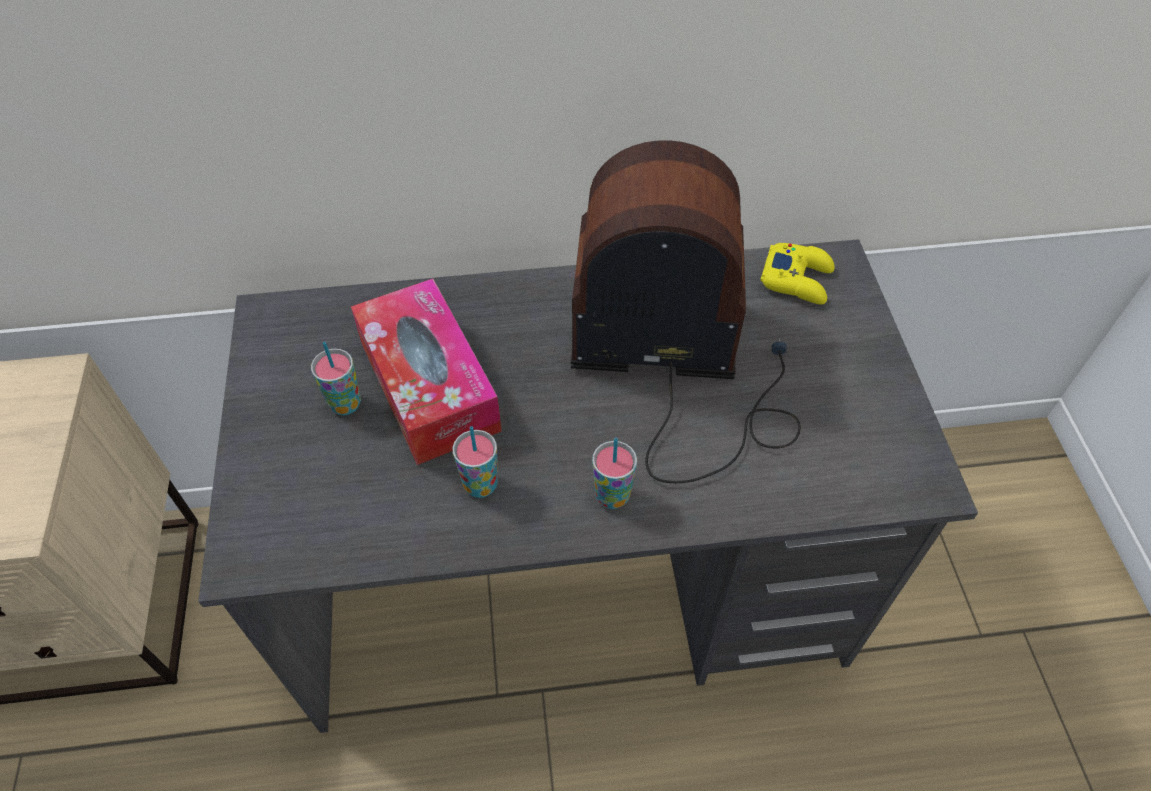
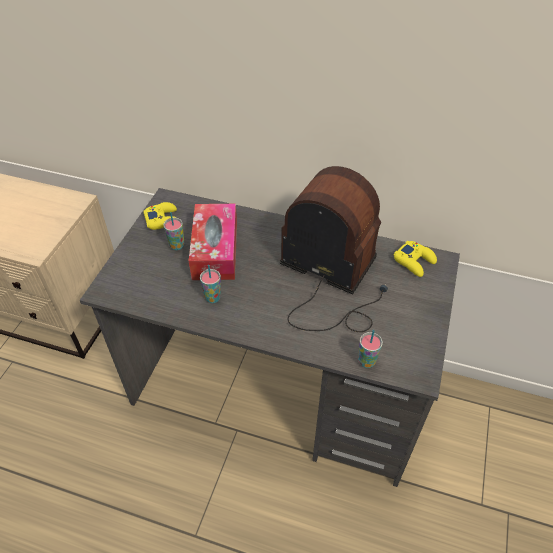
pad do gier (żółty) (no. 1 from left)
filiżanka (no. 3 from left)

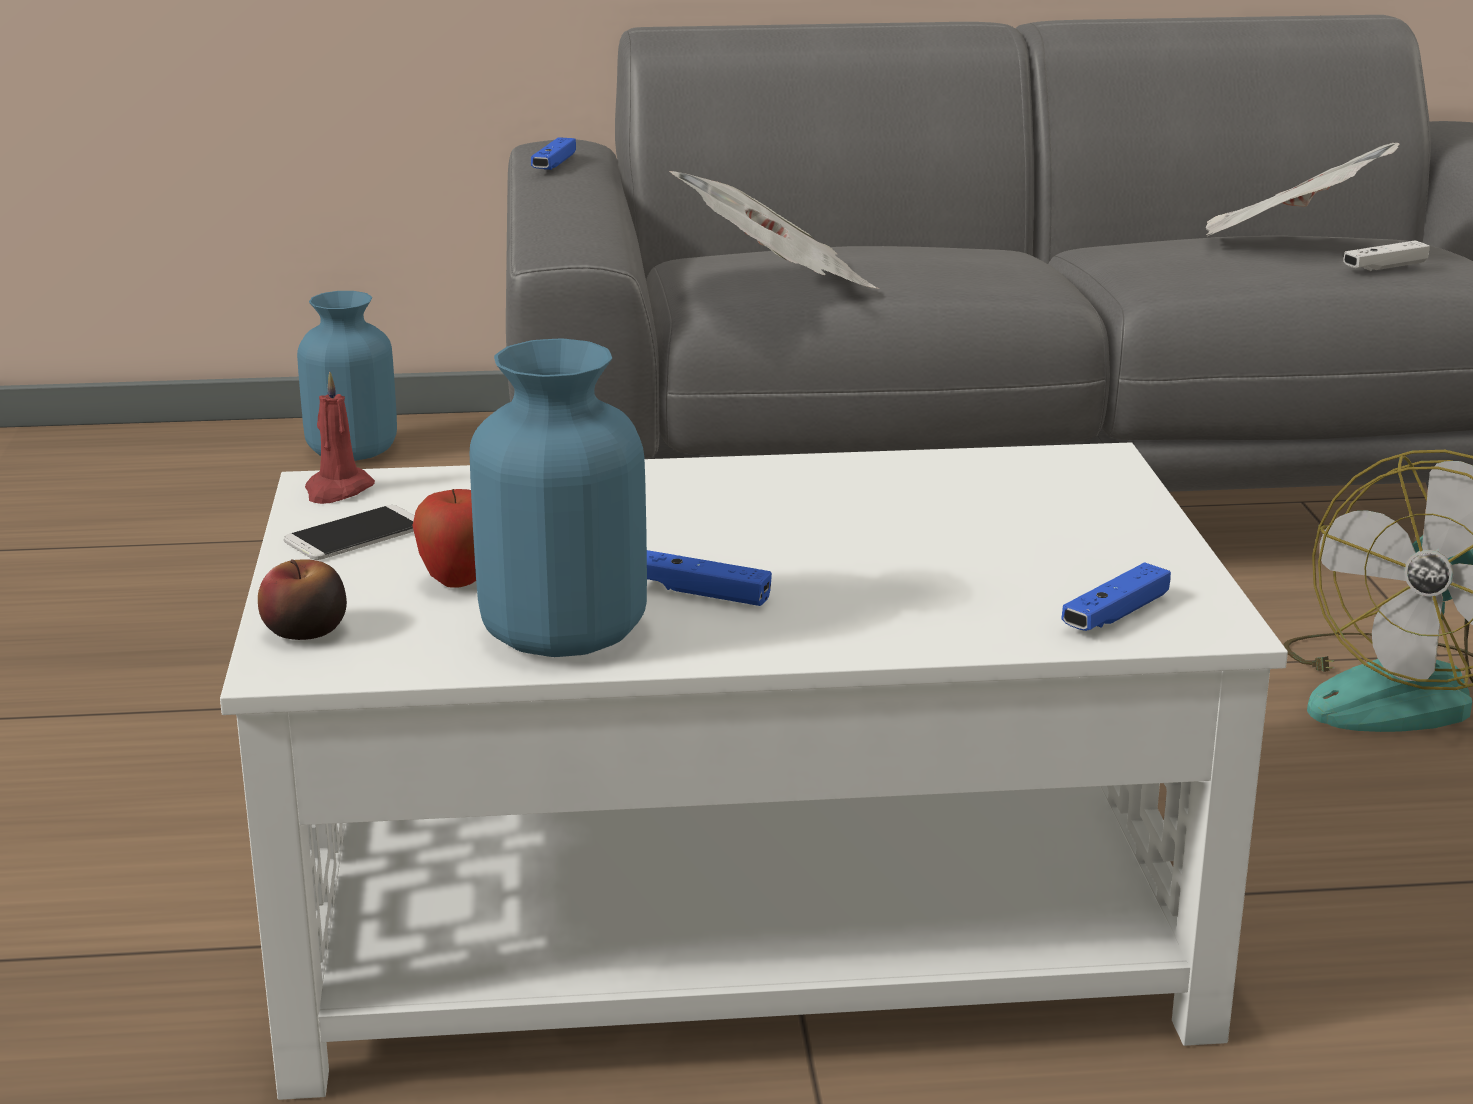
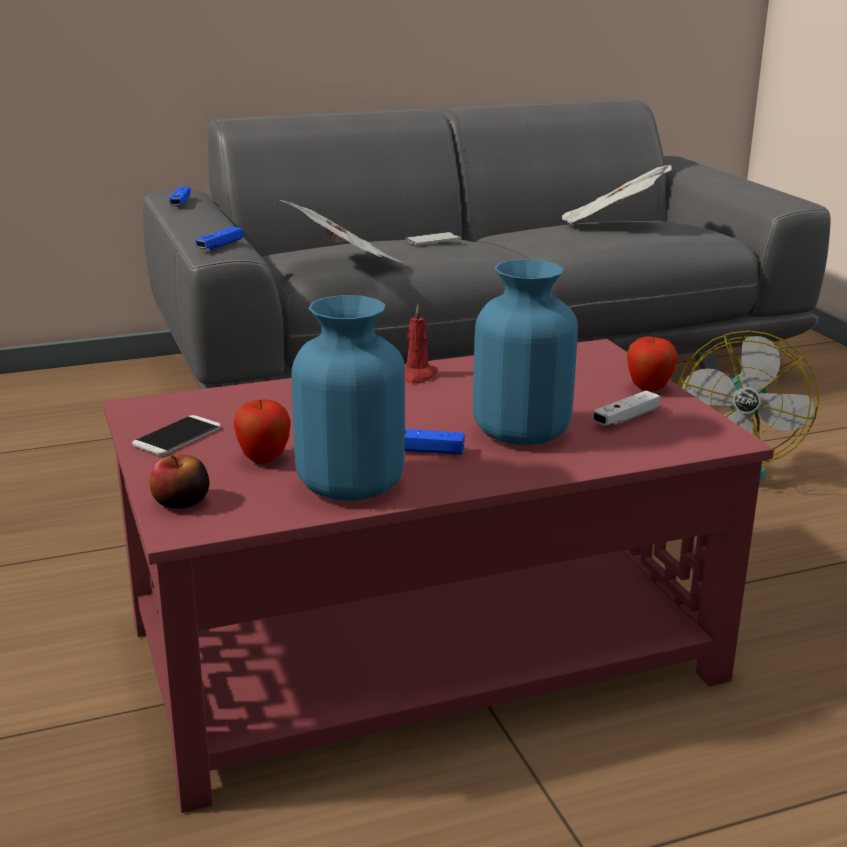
ława (czerwony)
pad do gier (niebieski) (no. 2 from left)
świeca (czerwony)
telefon (no. 2 from left)
wazon (niebieski) (no. 2 from left)
pad do gier (biały)
jabłko (no. 3 from left)

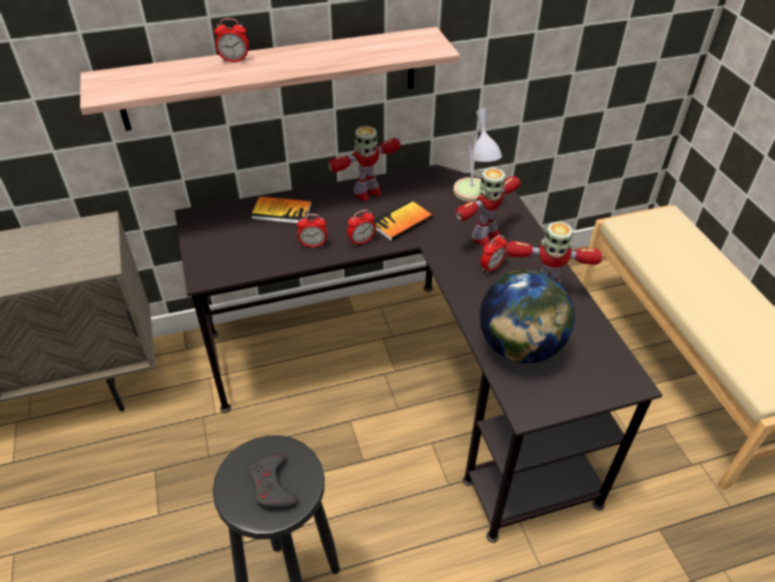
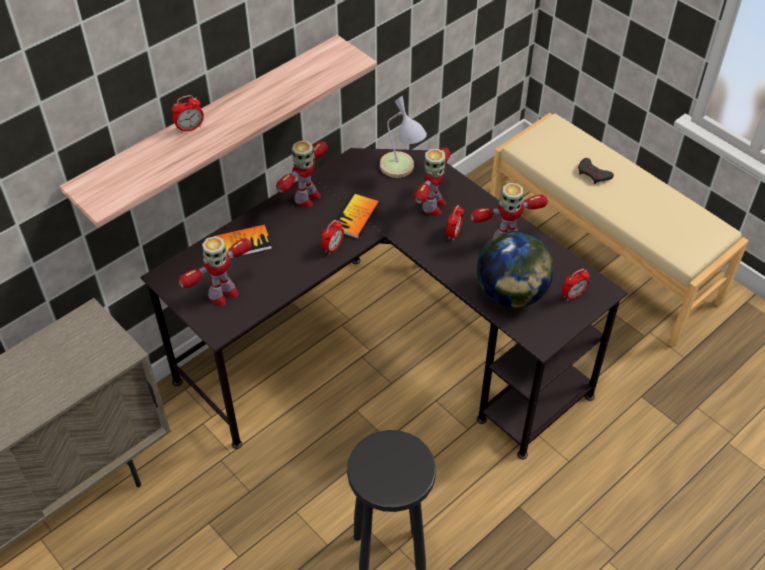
robot zabawkowy (no. 1 from left)
budzik (no. 4 from left)
pad do gier (szary)

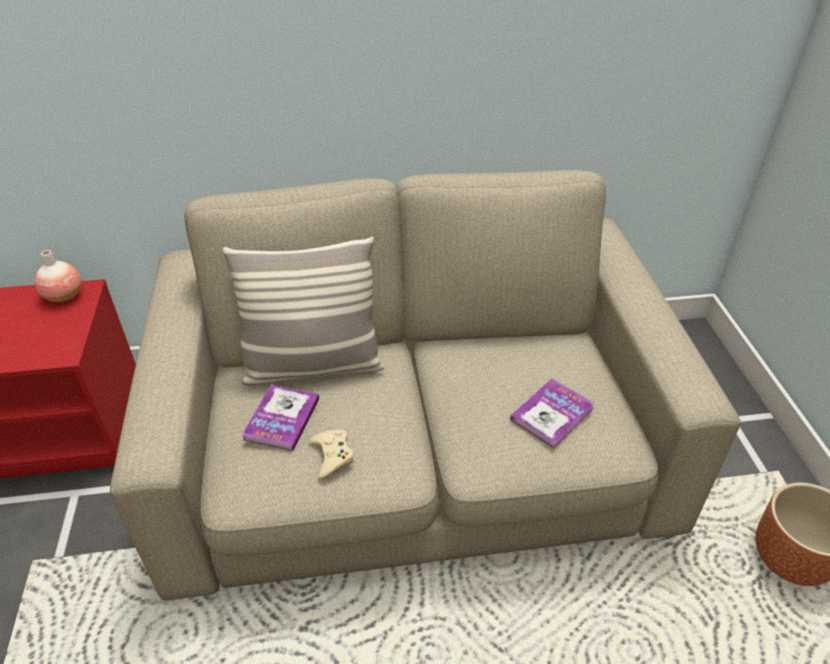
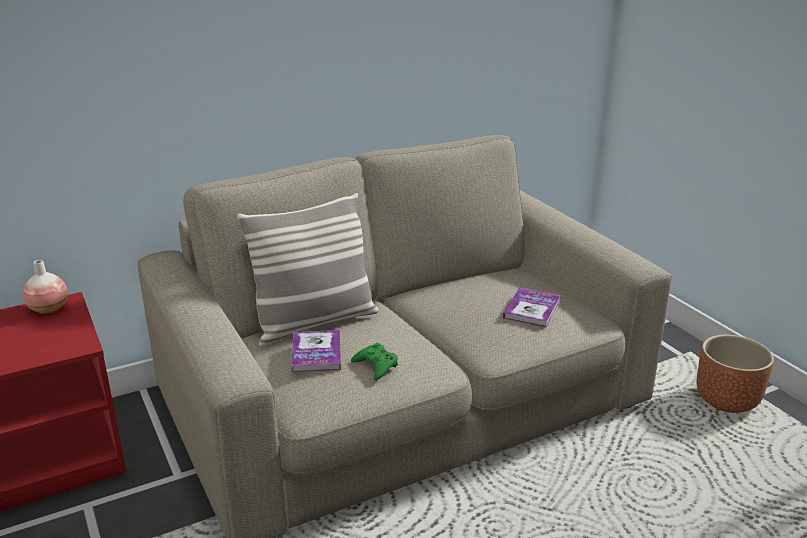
pad do gier (zielony)

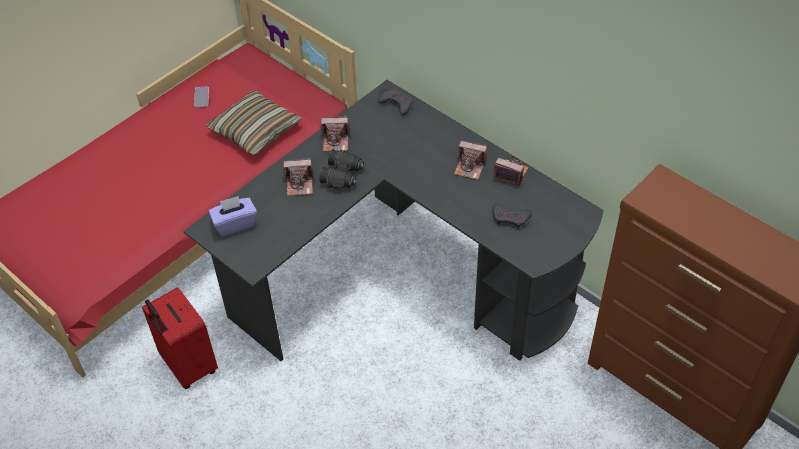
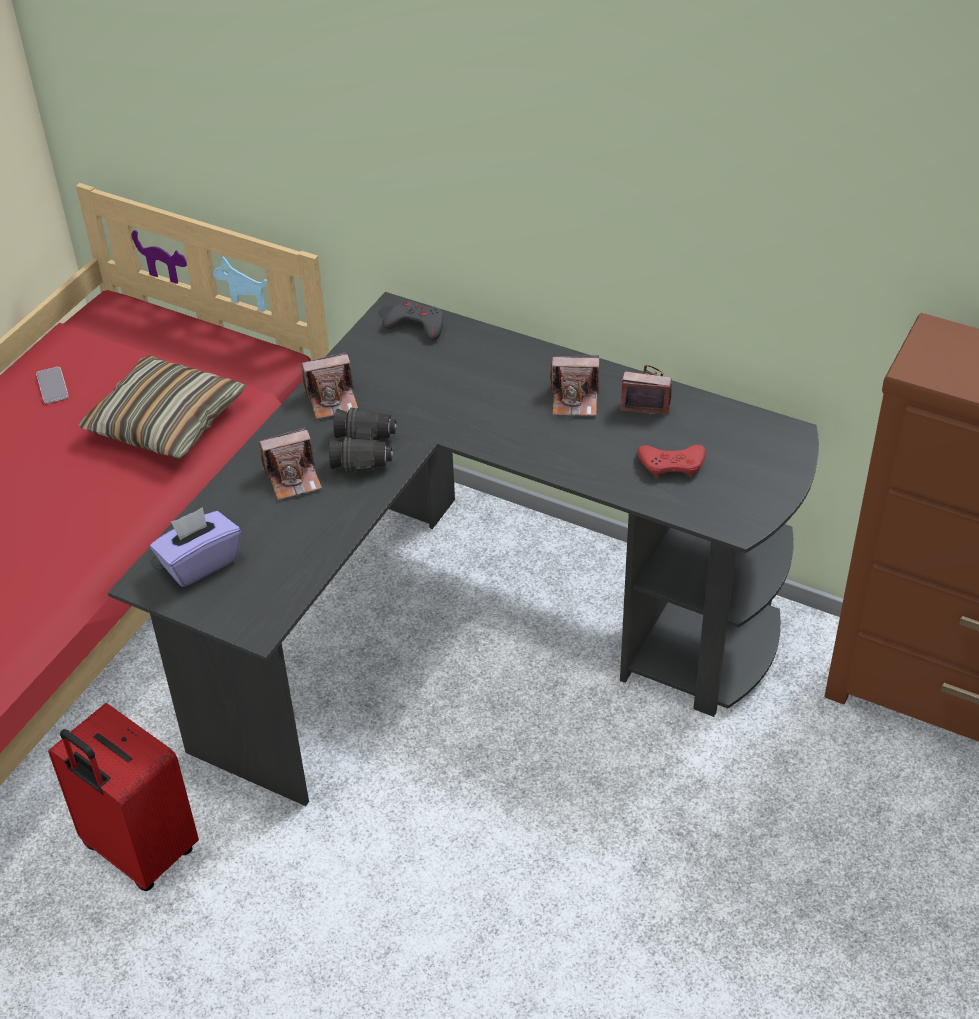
pad do gier (czerwony)

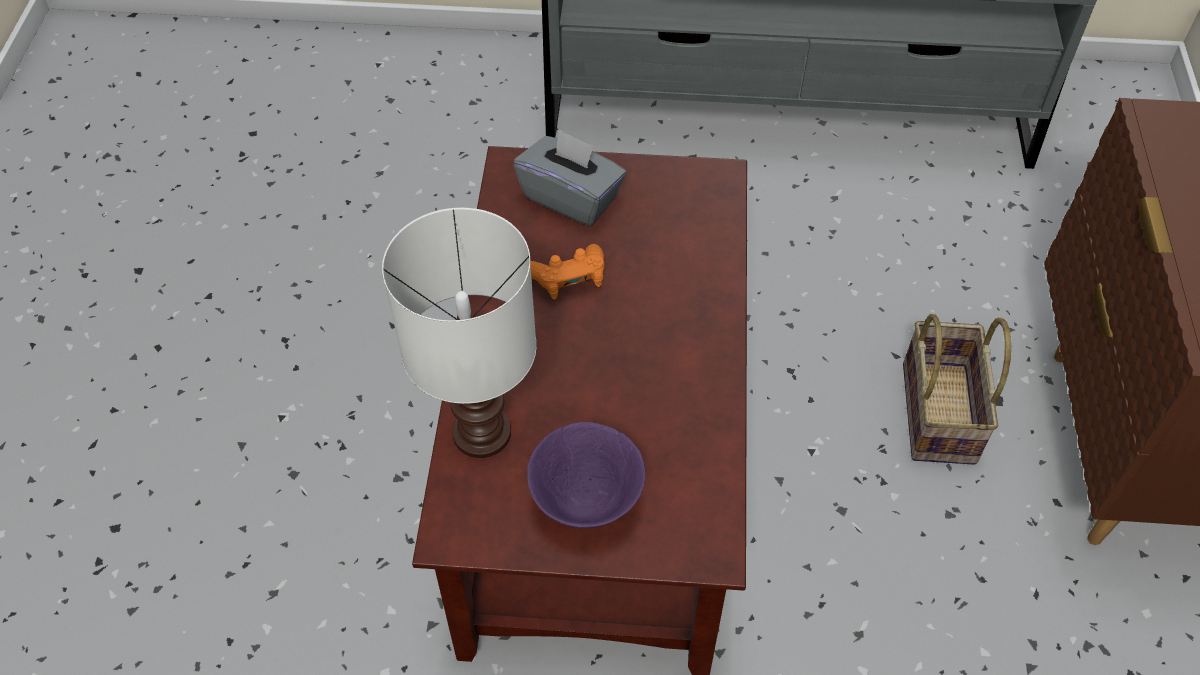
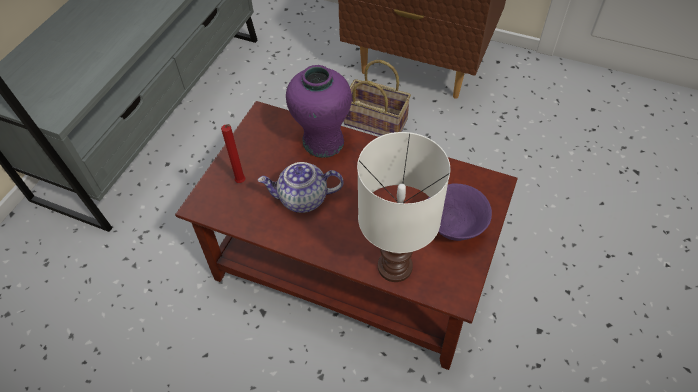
świeca (czerwony)
imbryk
wazon (fioletowy)

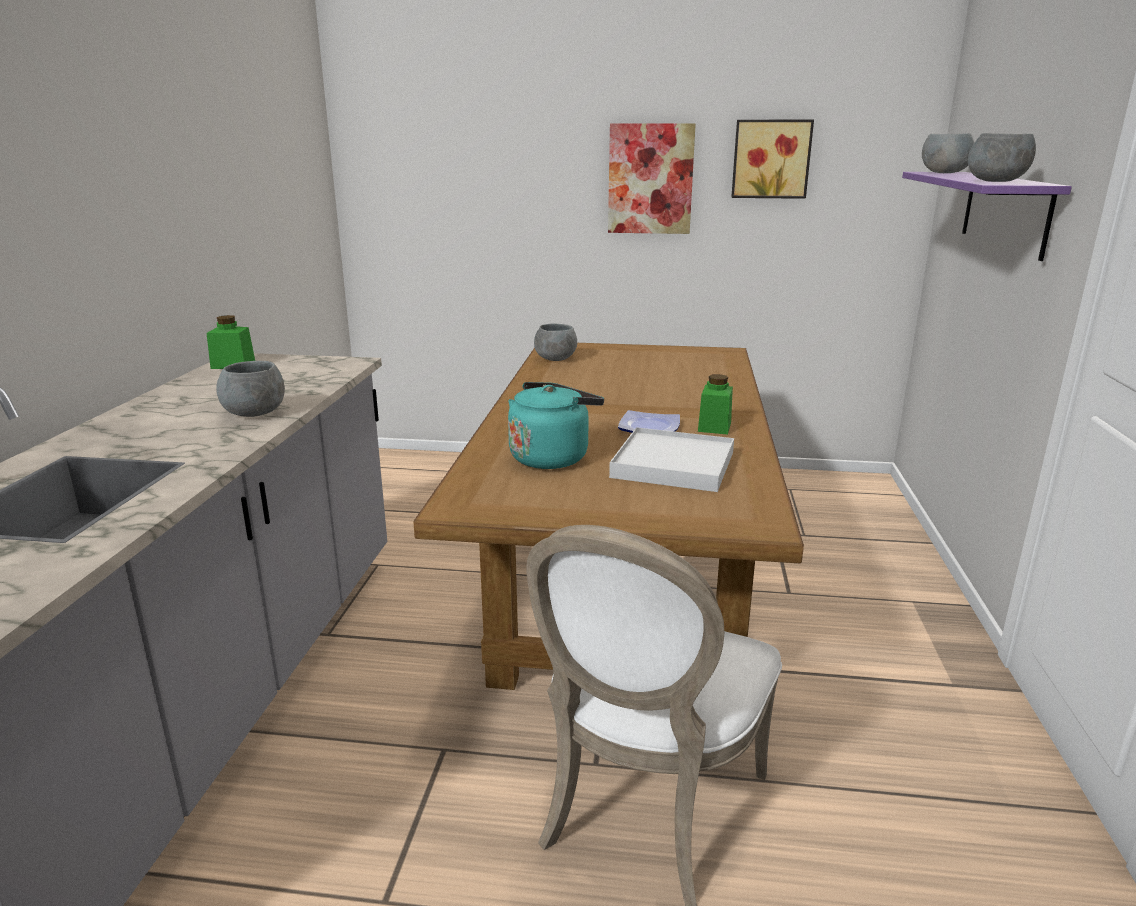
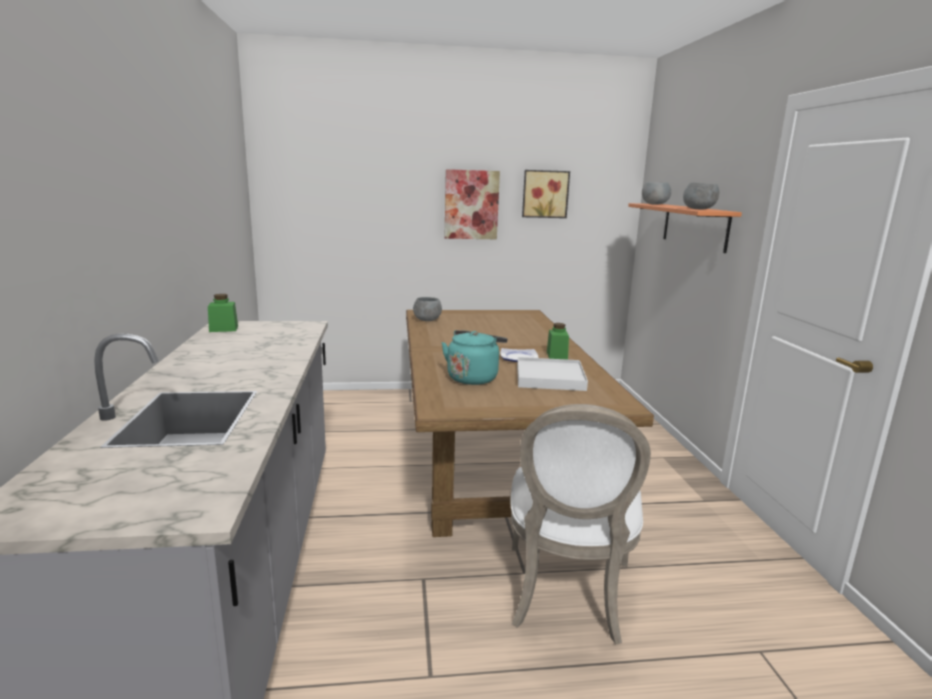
półka (pomarańczowy)
miska (szary) (no. 1 from left in the first image)

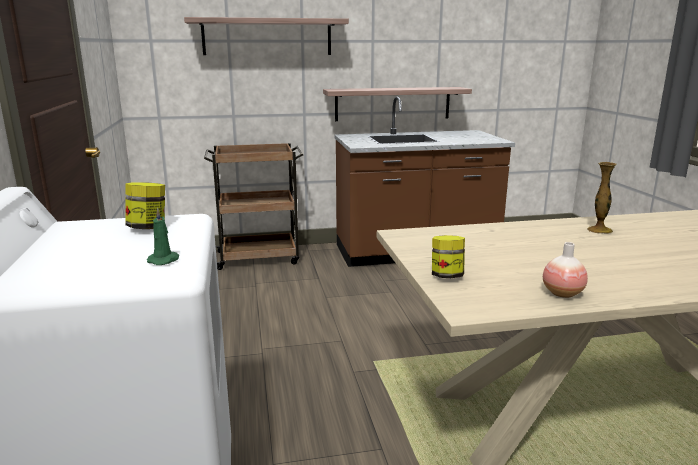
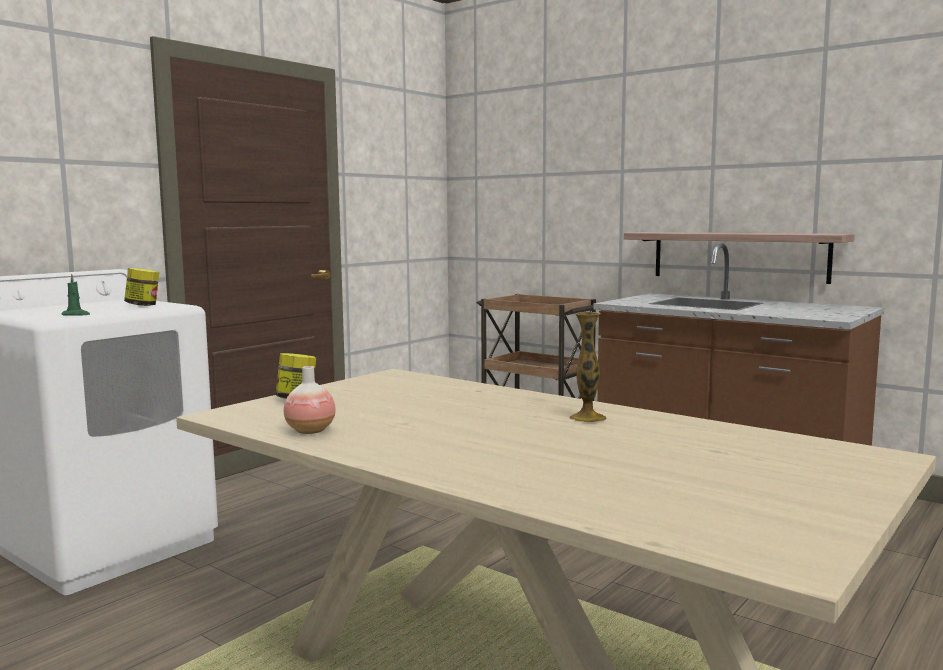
półka (no. 1 from left in the first image)

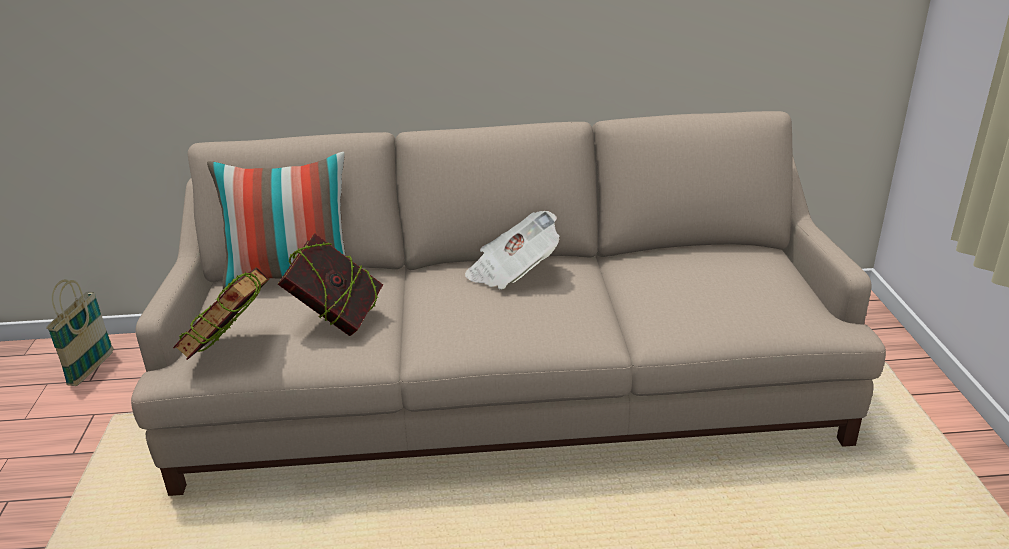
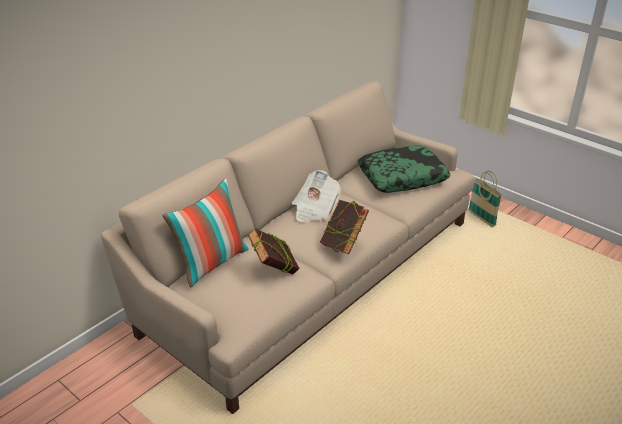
książka (no. 2 from left)
poduszka (no. 2 from left)
koszyk

